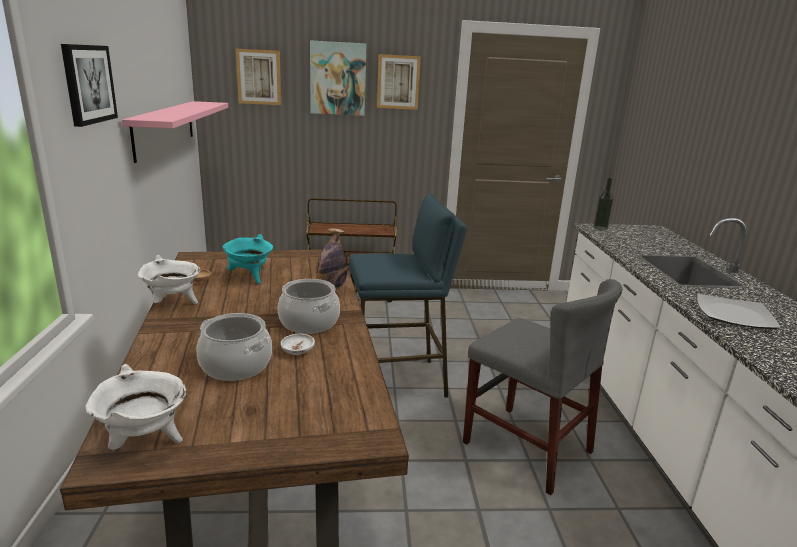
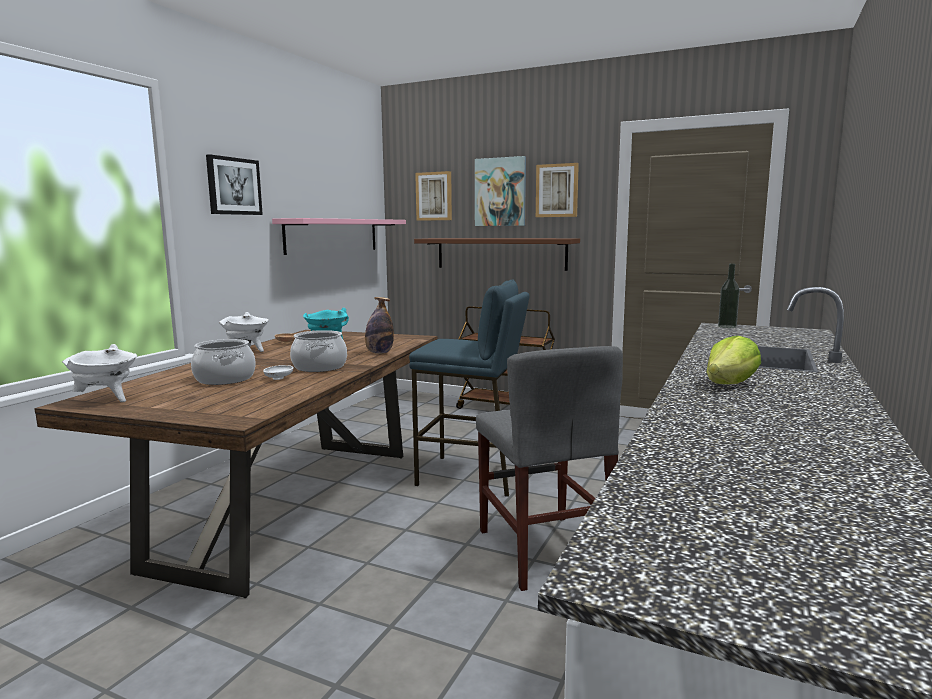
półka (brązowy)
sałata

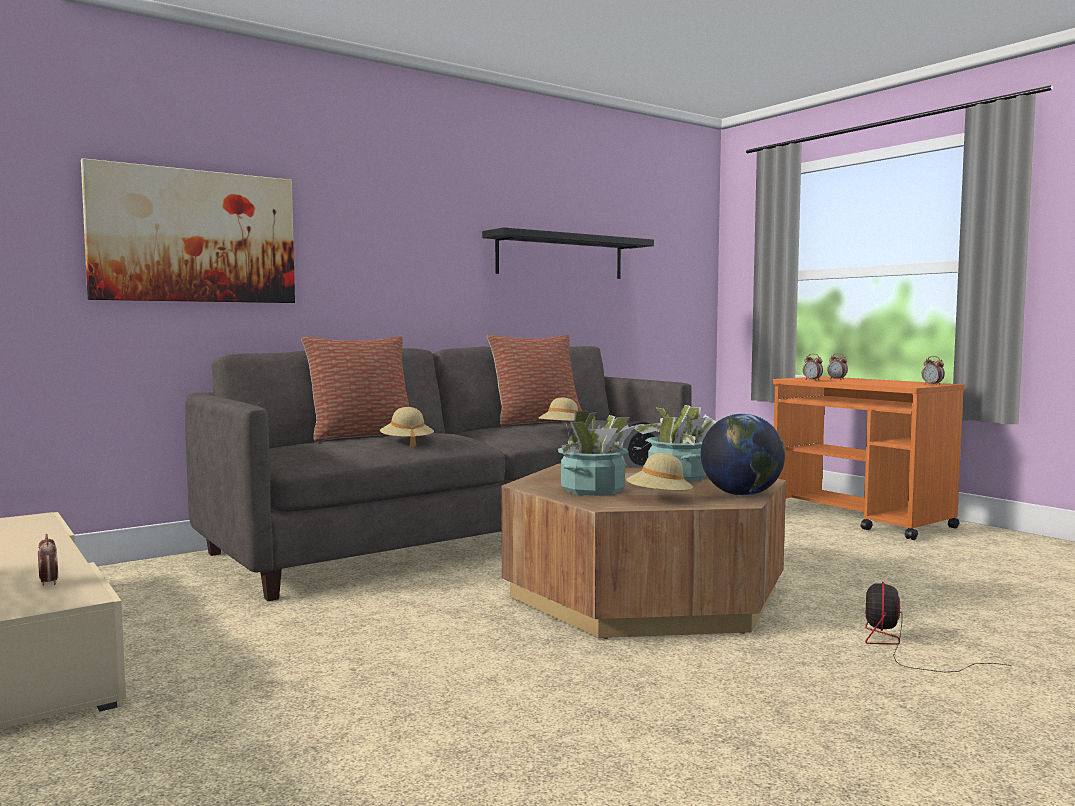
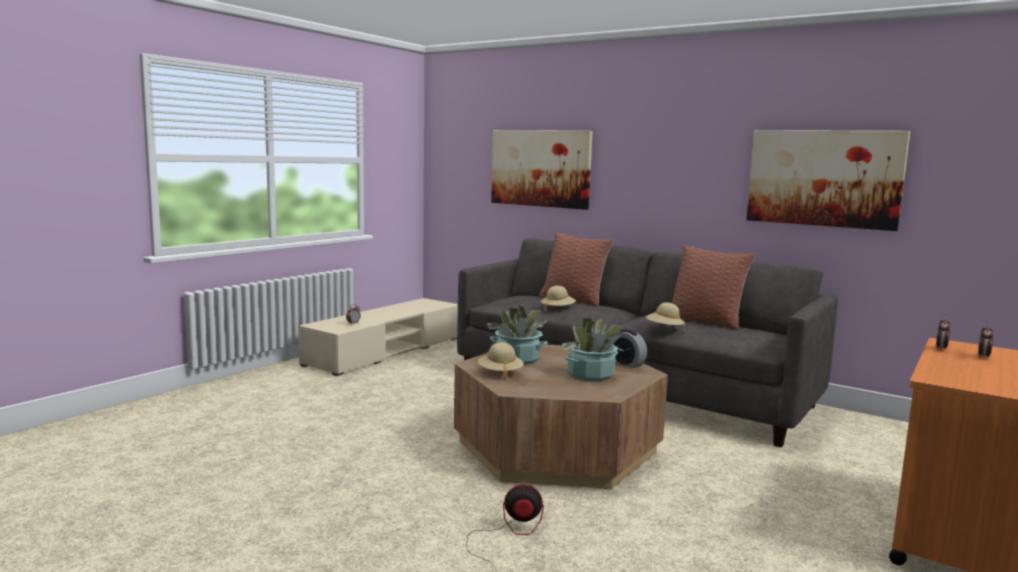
obraz (no. 2 from left)
globus
budzik (no. 5 from left in the first image)

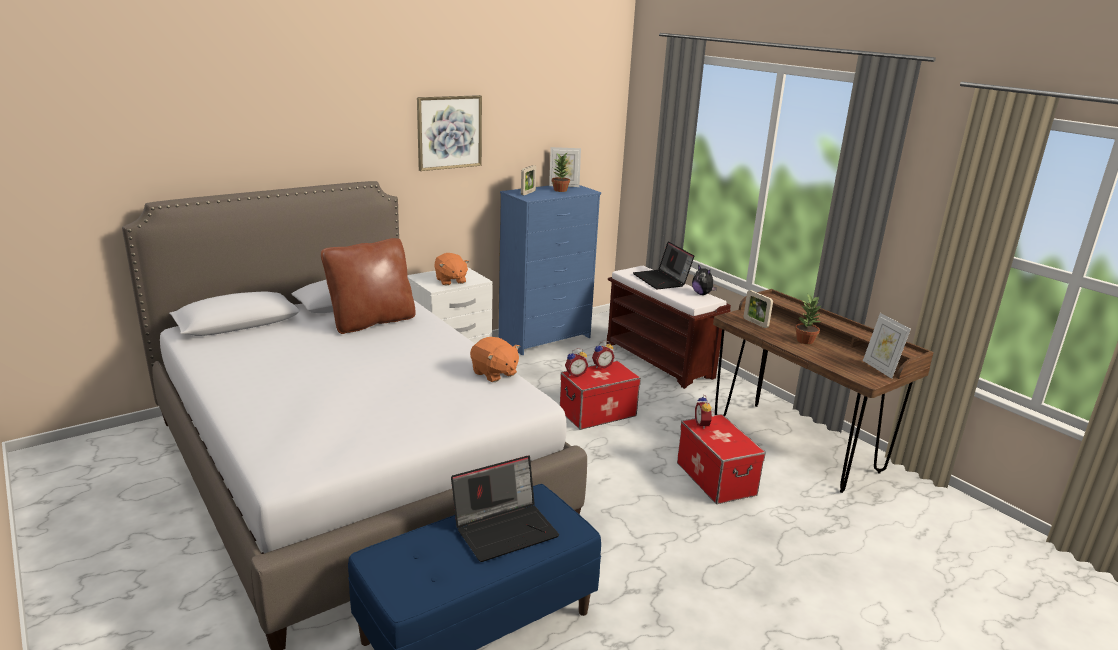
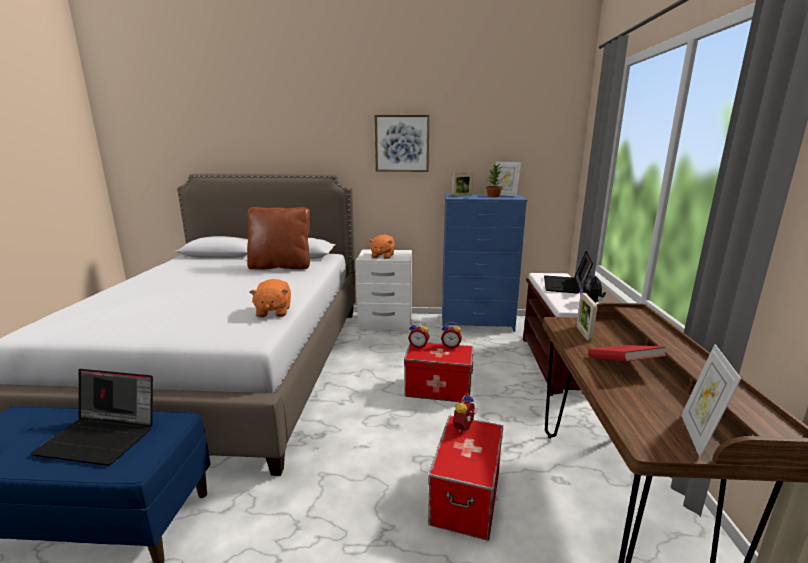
książka (czerwony)

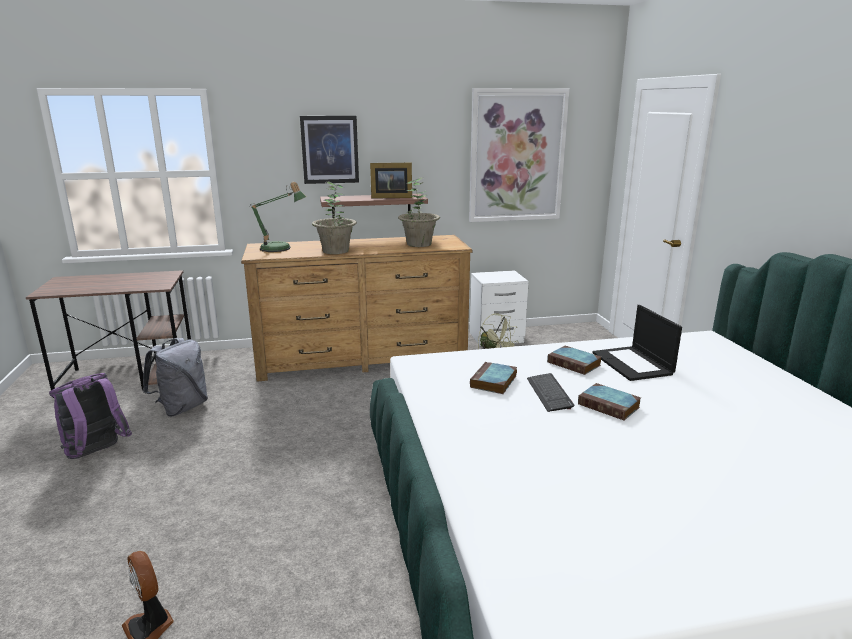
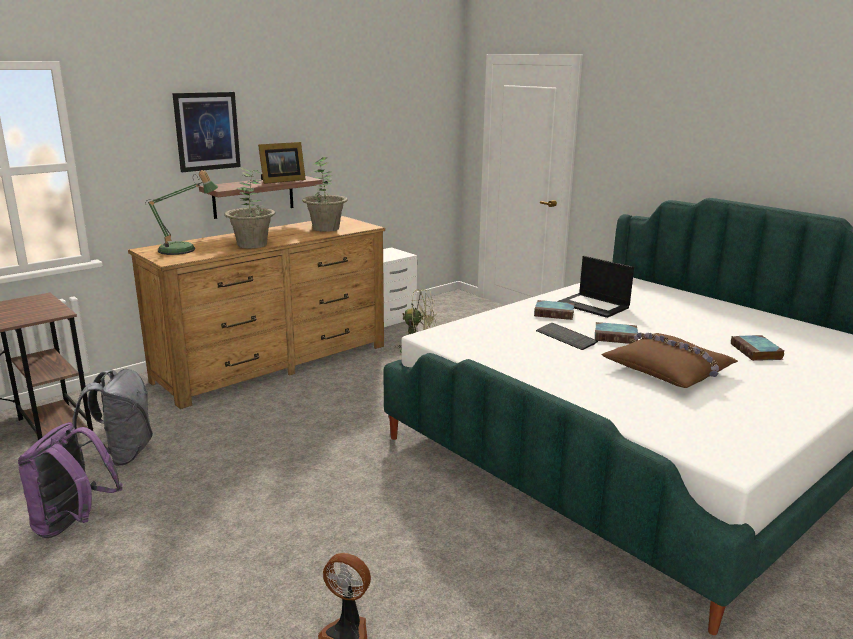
poduszka (brązowy)
książka (no. 3 from left)
obraz (no. 2 from left in the first image)

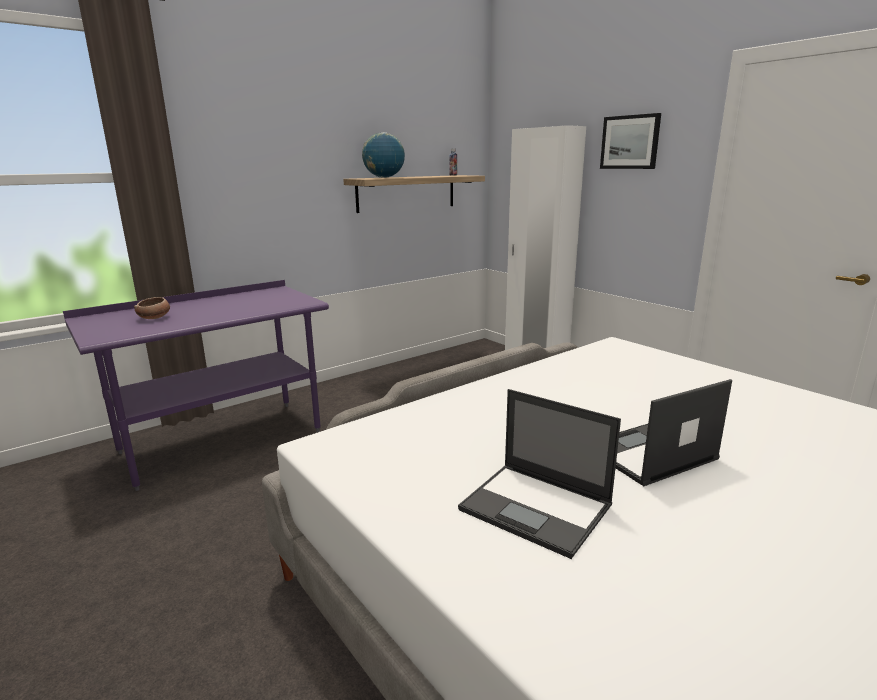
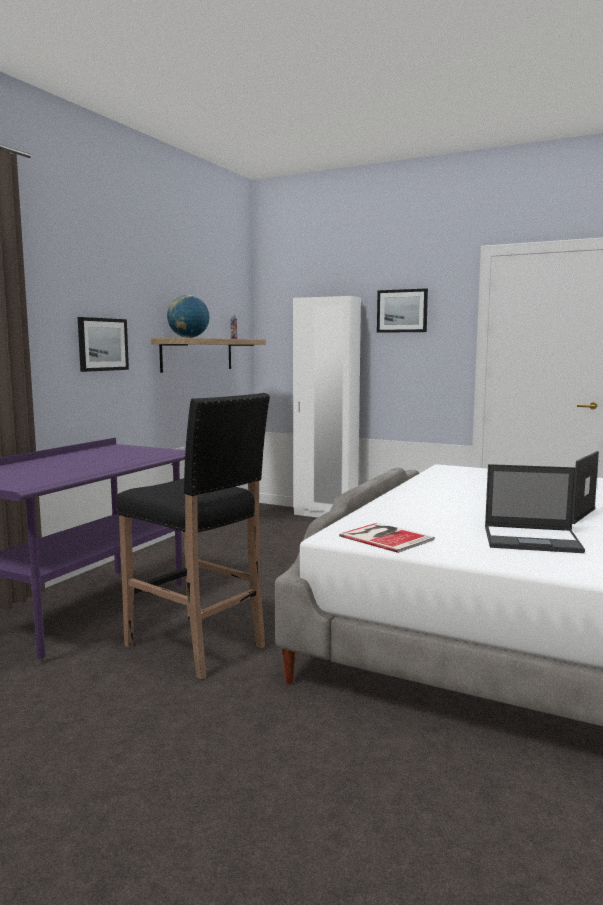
obraz (no. 1 from left)
stołek (czarny)
książka
miska

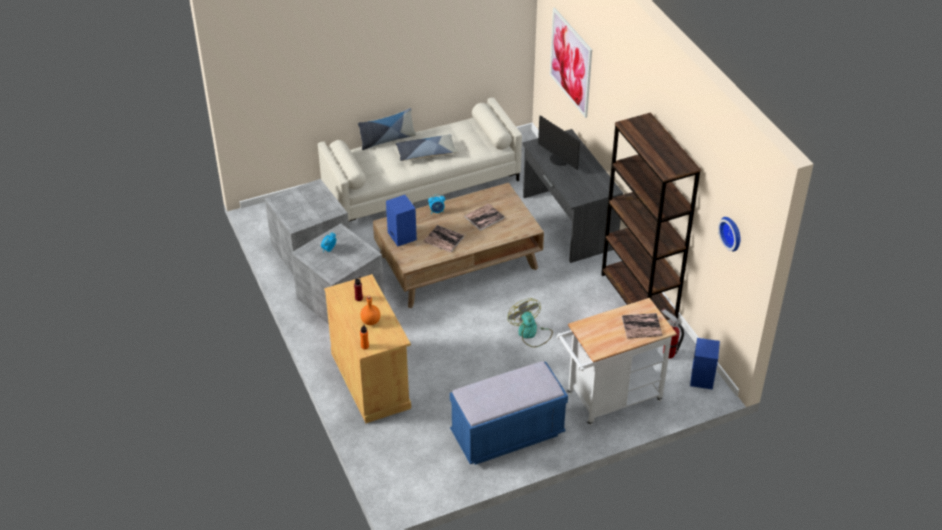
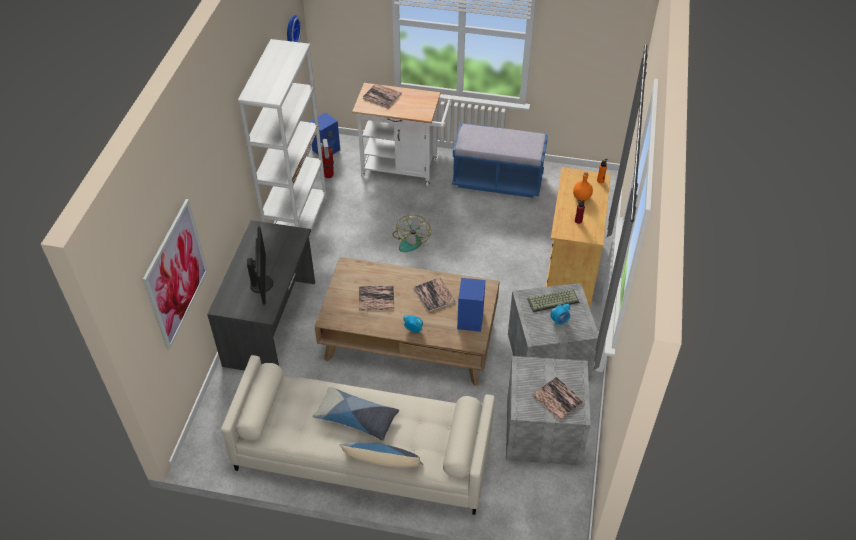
regał (biały)
klawiatura
książka (no. 4 from left)

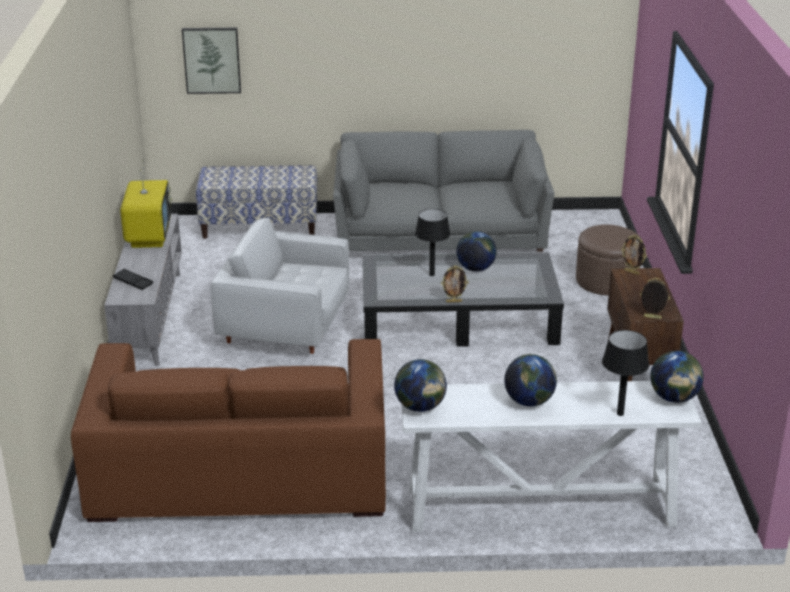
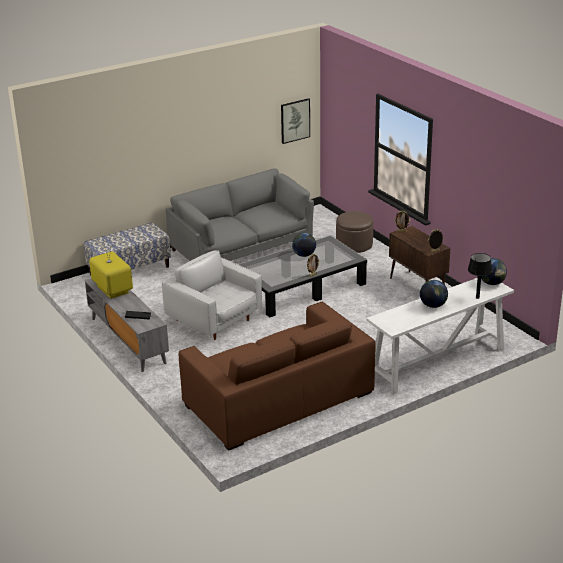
fotel (biały)
obraz
globus (no. 1 from left in the first image)
lampa stołowa (czarny) (no. 1 from left in the first image)

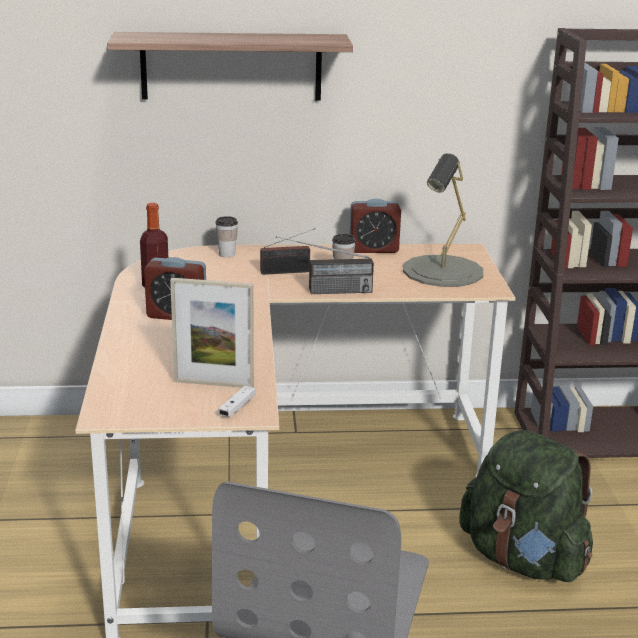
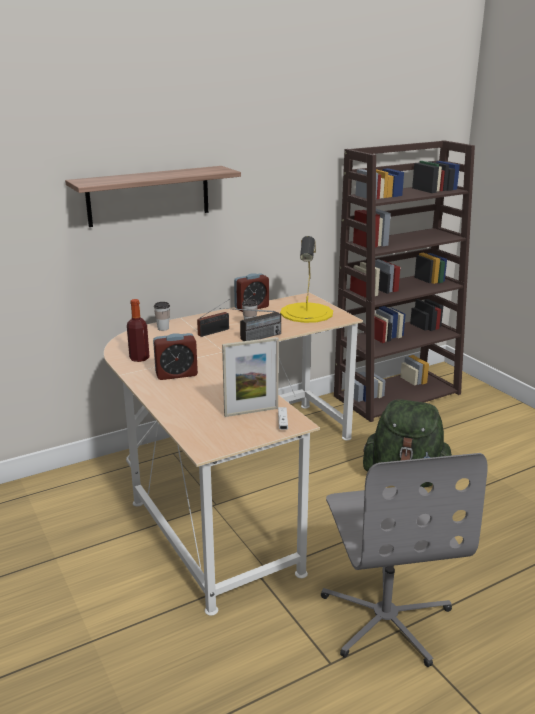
lampa stołowa (żółty)

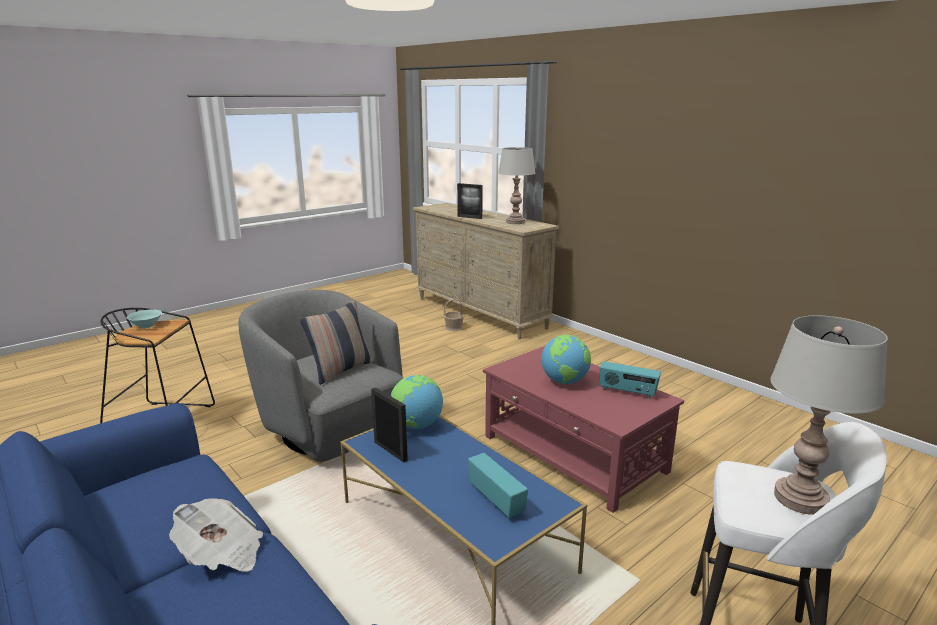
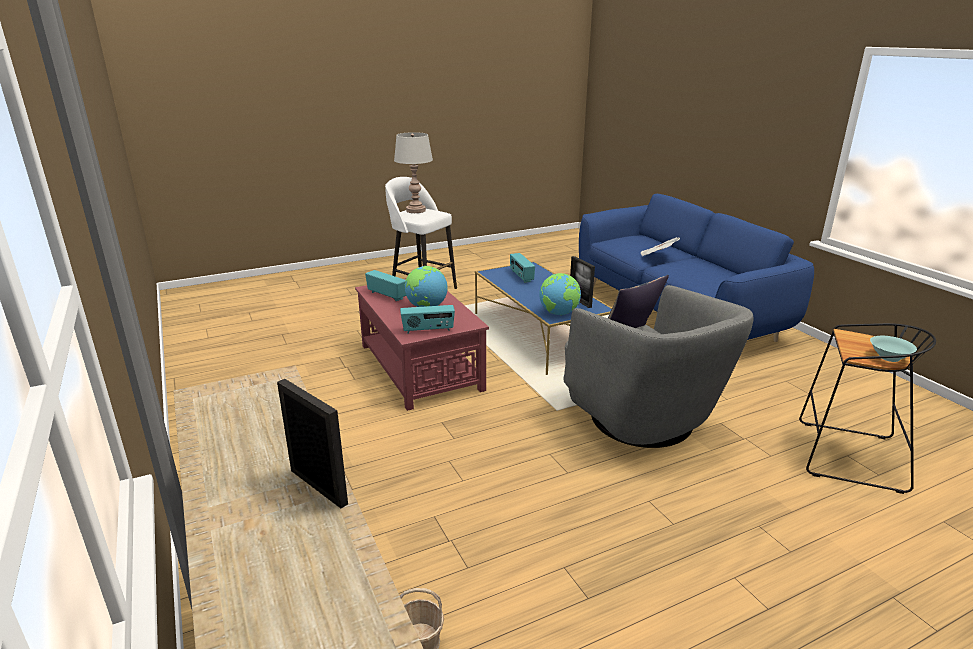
radio (no. 2 from left)
lampa stołowa (szary) (no. 1 from left in the first image)

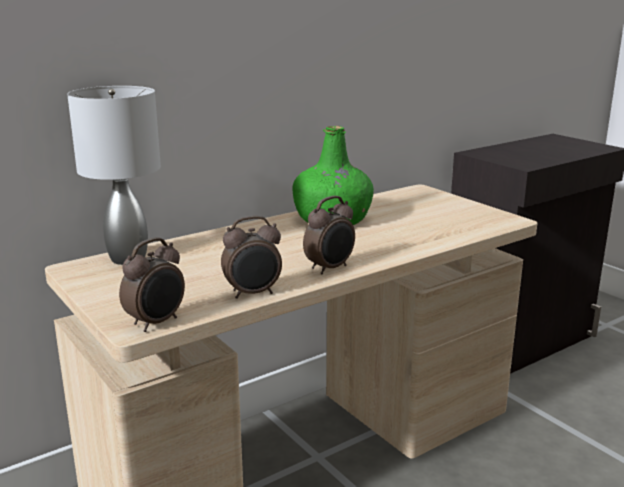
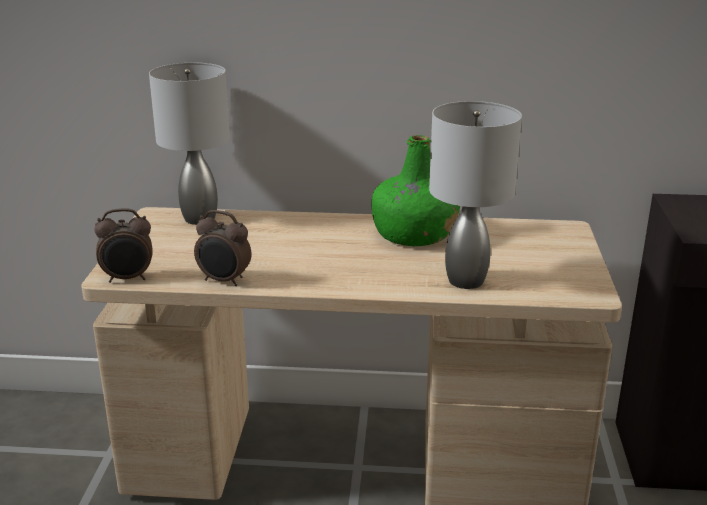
lampa stołowa (szary) (no. 2 from left)
budzik (no. 3 from left in the first image)

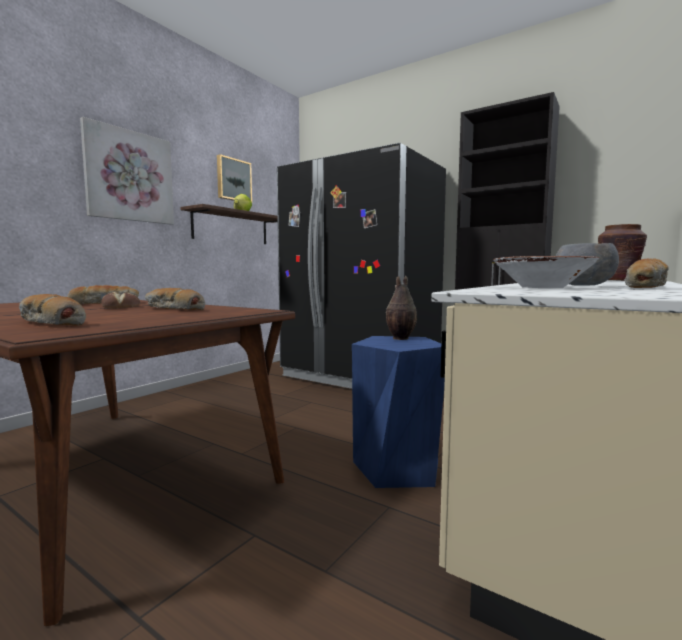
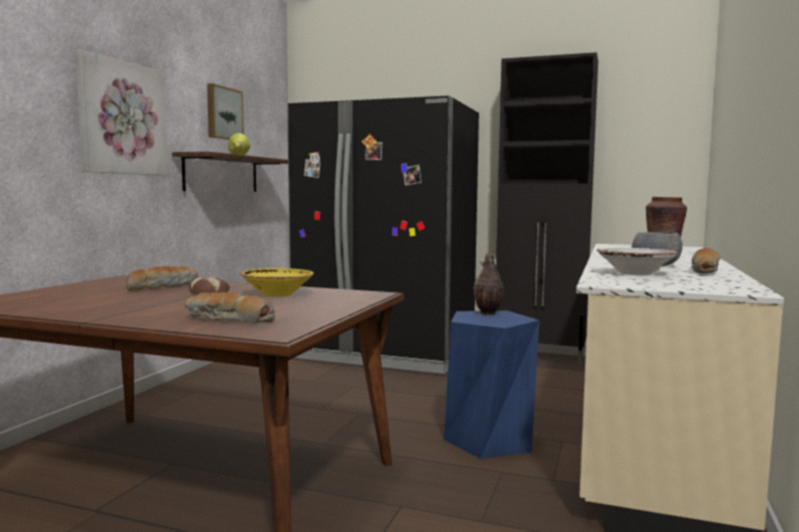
miska (żółty)

